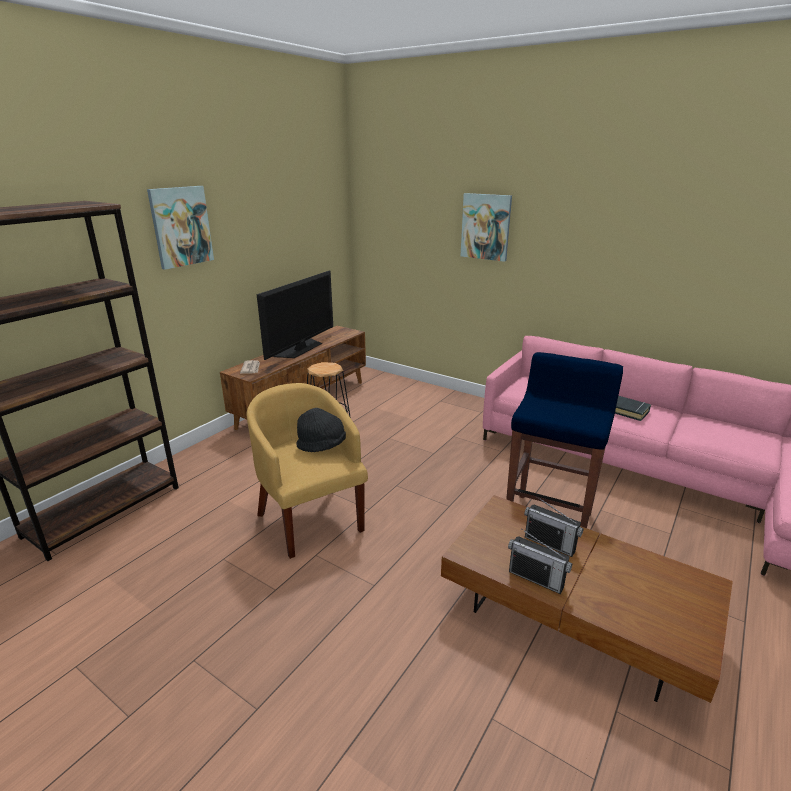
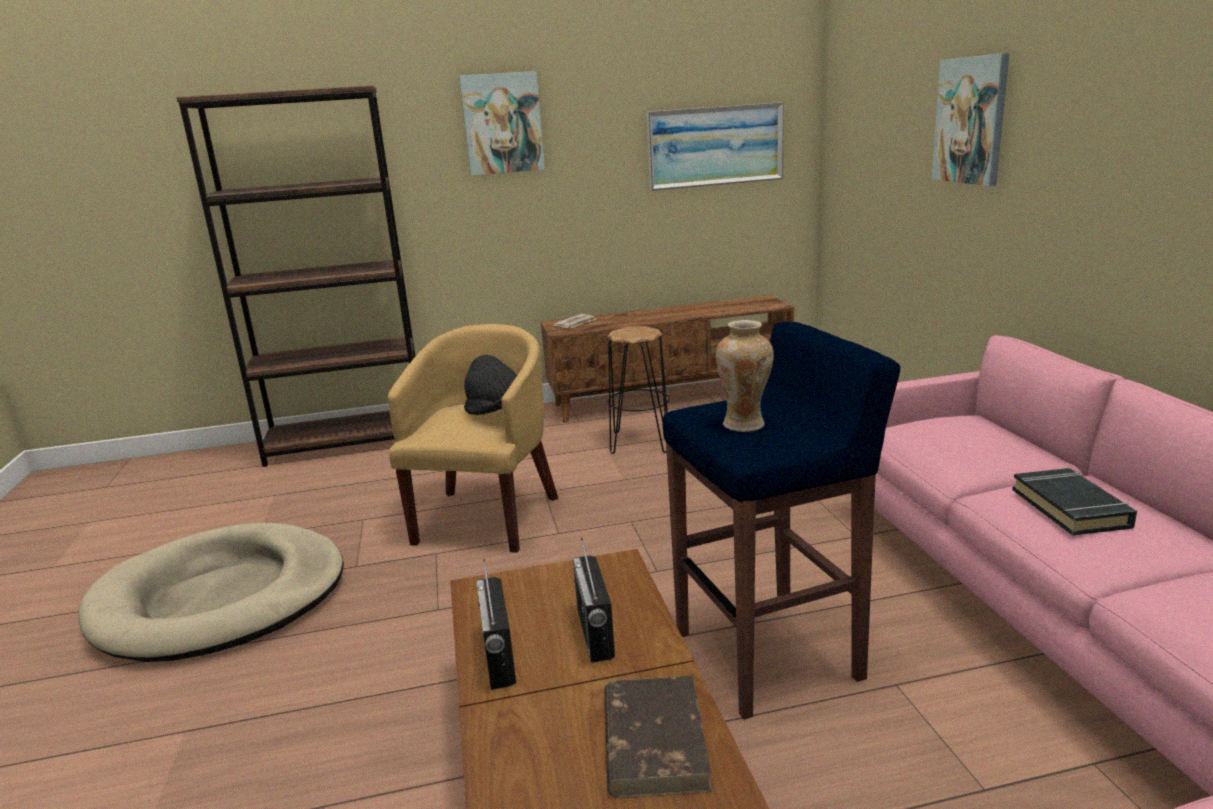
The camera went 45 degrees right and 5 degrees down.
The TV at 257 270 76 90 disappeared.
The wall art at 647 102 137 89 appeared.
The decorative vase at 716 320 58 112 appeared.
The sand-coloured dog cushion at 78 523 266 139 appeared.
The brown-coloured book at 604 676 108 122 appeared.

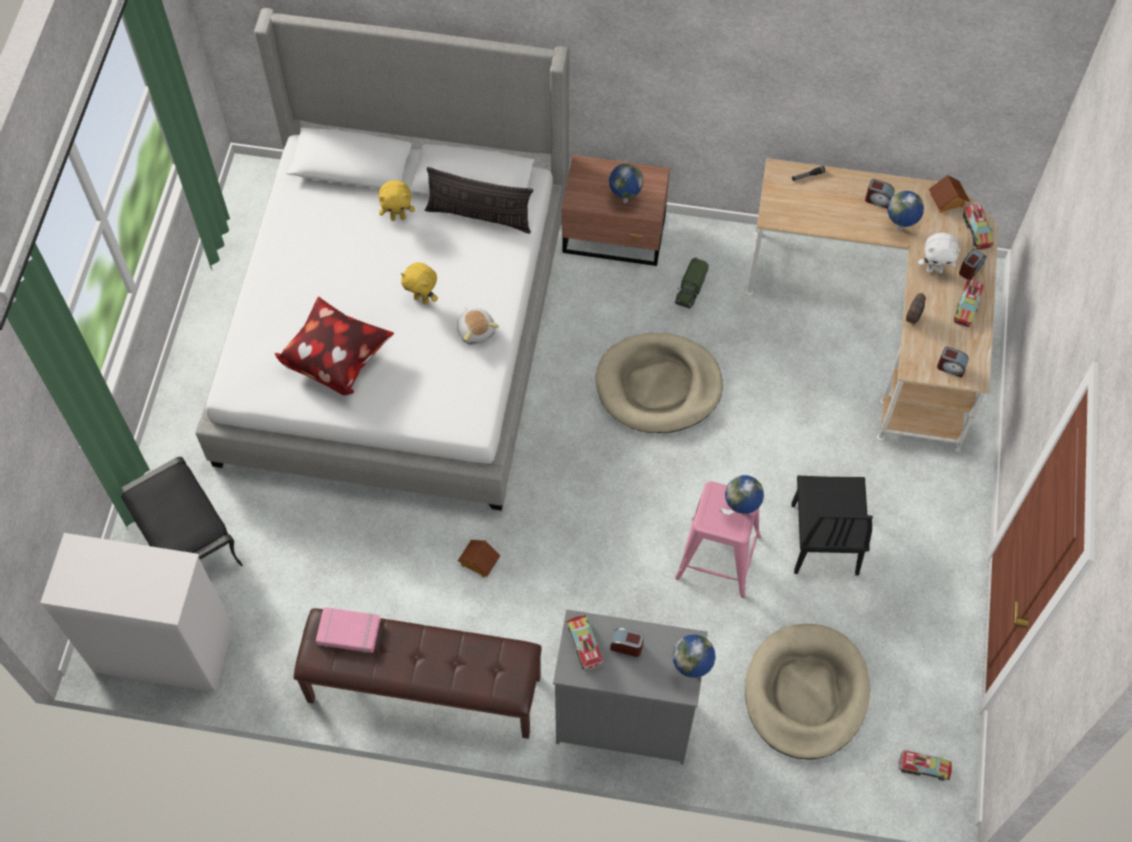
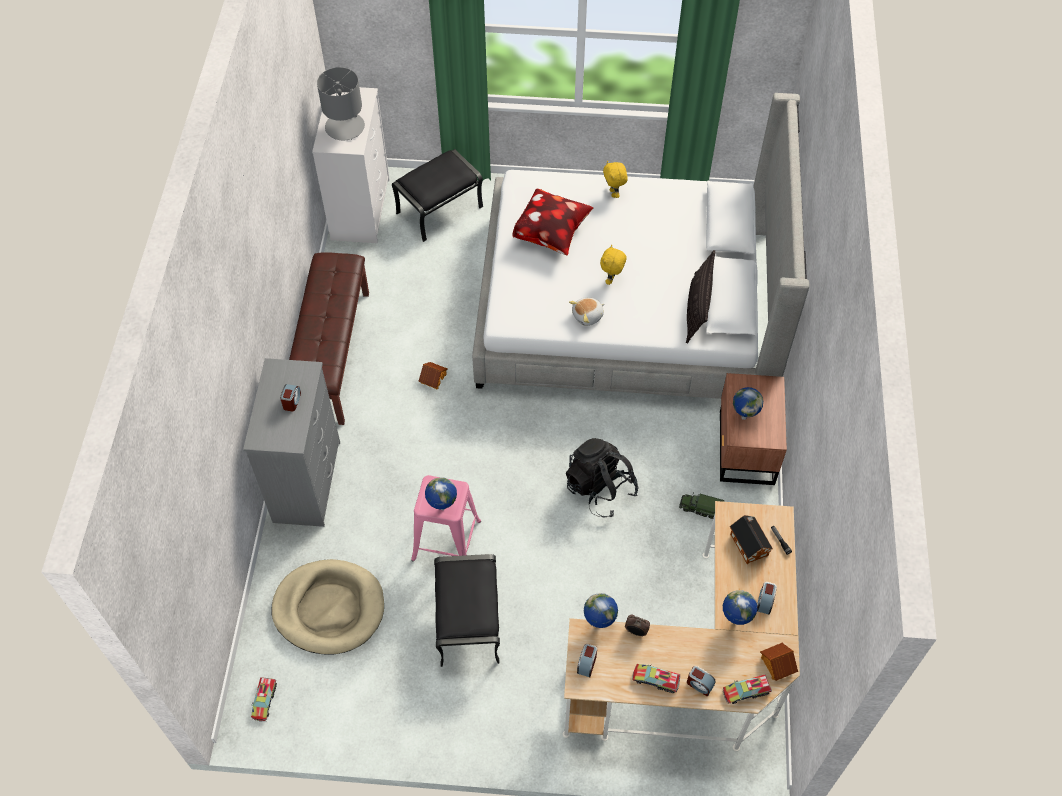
The camera went 85 degrees right and 5 degrees down.
The yellow-coloured plush toy moved from 379 180 36 41 to 603 161 25 37.
The white-coloured plush toy at 918 232 42 41 disappeared.
The sand-coloured dog cushion at 596 333 127 100 was replaced by the black backpack at 566 438 73 80.
The black upright chair at 791 476 82 100 was replaced by the black footrest at 434 554 66 113.
The pink book at 316 607 65 46 disappeared.
The model truck at 567 615 36 57 disappeared.
The globe moved from 673 635 43 43 to 584 593 34 35.
The grey table lamp at 317 67 48 73 appeared.
The model house at 730 515 43 49 appeared.

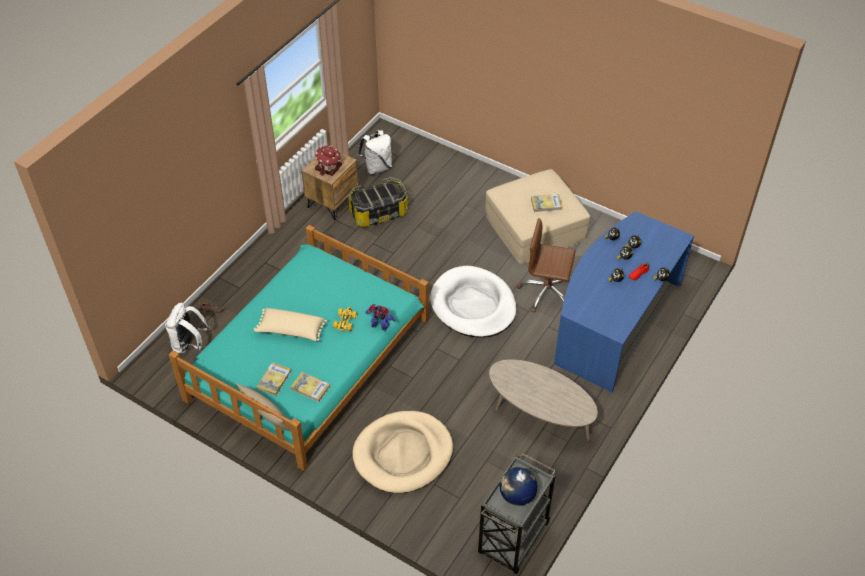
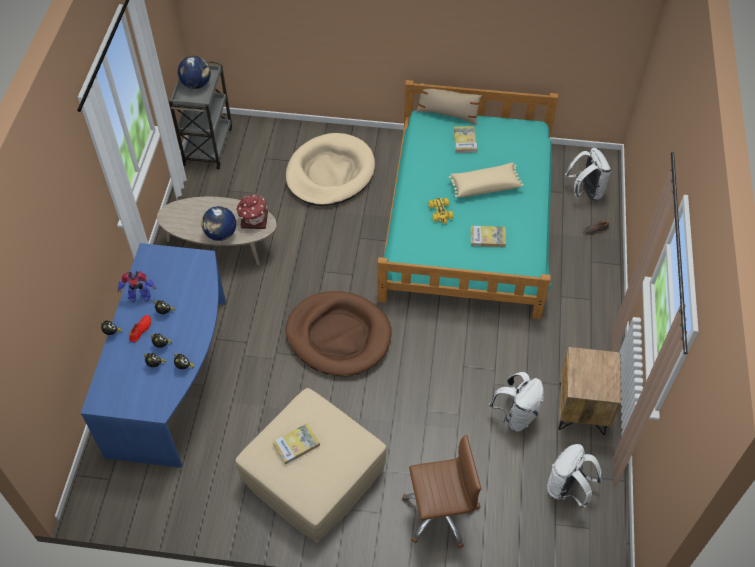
The camera went 155 degrees right and 5 degrees up.
The model house moved from 315 145 27 31 to 236 194 32 35.
The storage bin at 348 177 60 50 was replaced by the white-coloured backpack at 489 372 55 60.
The brown-coloured desk chair moved from 517 218 59 95 to 402 435 79 114.
The white-coloured dog cushion at 430 266 87 72 became the brown-coloured dog cushion at 286 291 106 85.
The robot figure moved from 365 304 30 27 to 118 271 38 32.
The book moved from 291 372 39 30 to 471 226 35 21.
The globe at 201 206 35 35 appeared.

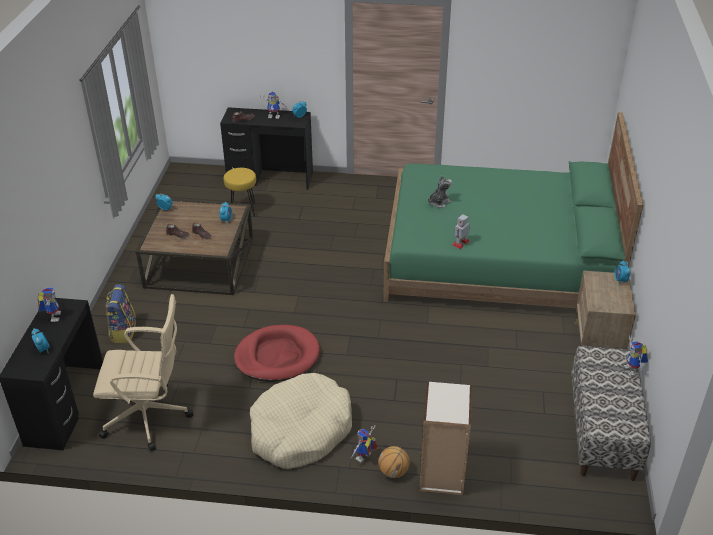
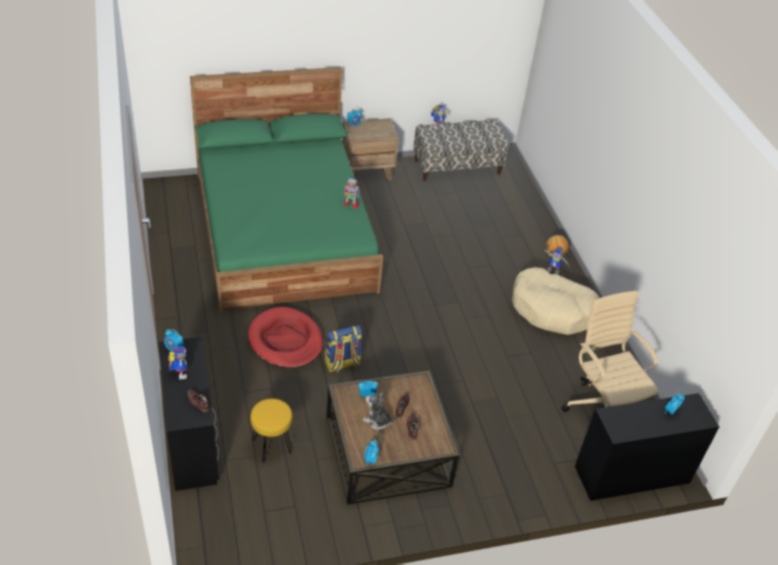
The camera went 115 degrees left and 5 degrees up.
The plush toy moved from 428 175 24 33 to 363 392 32 38.
The backpack moved from 105 284 31 59 to 325 325 37 47.
The robot figure at 37 287 24 35 disappeared.
The red dog cushion moved from 234 325 86 57 to 248 307 75 61.
The bookcase at 419 381 53 114 disappeared.

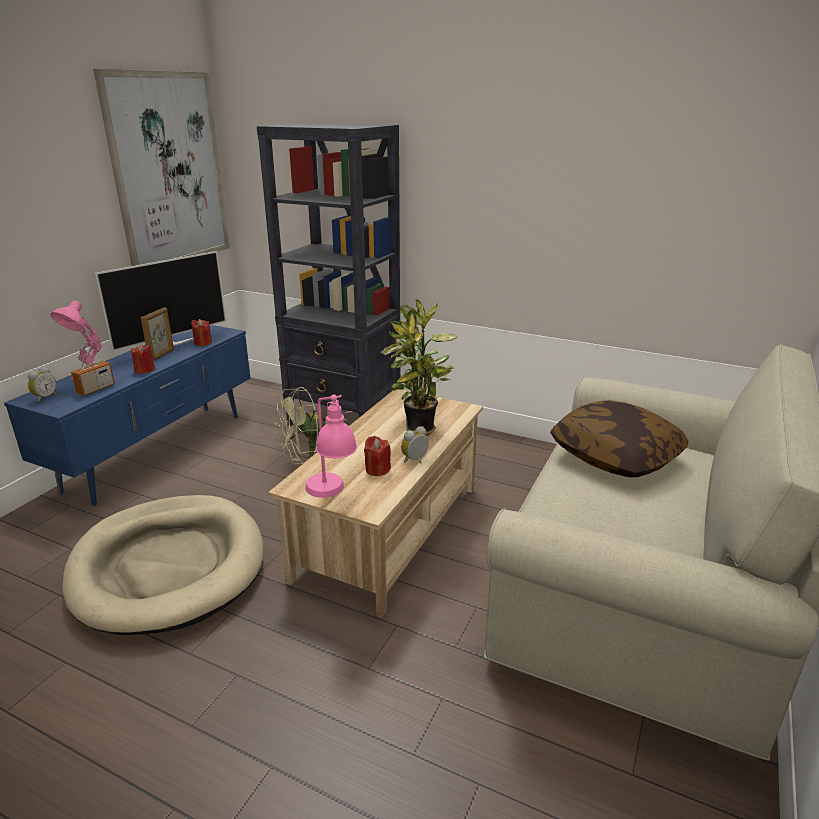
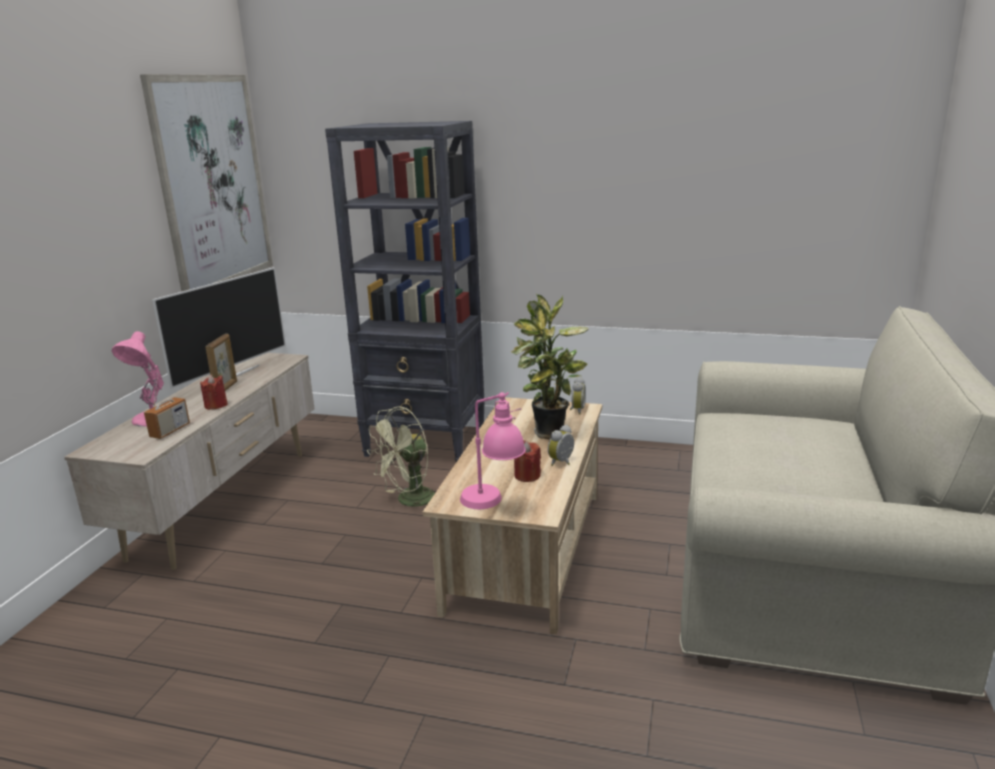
The camera went 10 degrees left and 5 degrees down.
The red candle at 191 319 21 27 disappeared.
The bluish tv stand at 4 325 247 181 became the sand-coloured tv stand at 65 353 250 217.
The table clock moved from 28 366 28 36 to 570 377 16 38.
The throw pillow at 550 400 139 77 disappeared.
The sand-coloured dog cushion at 62 495 202 140 disappeared.

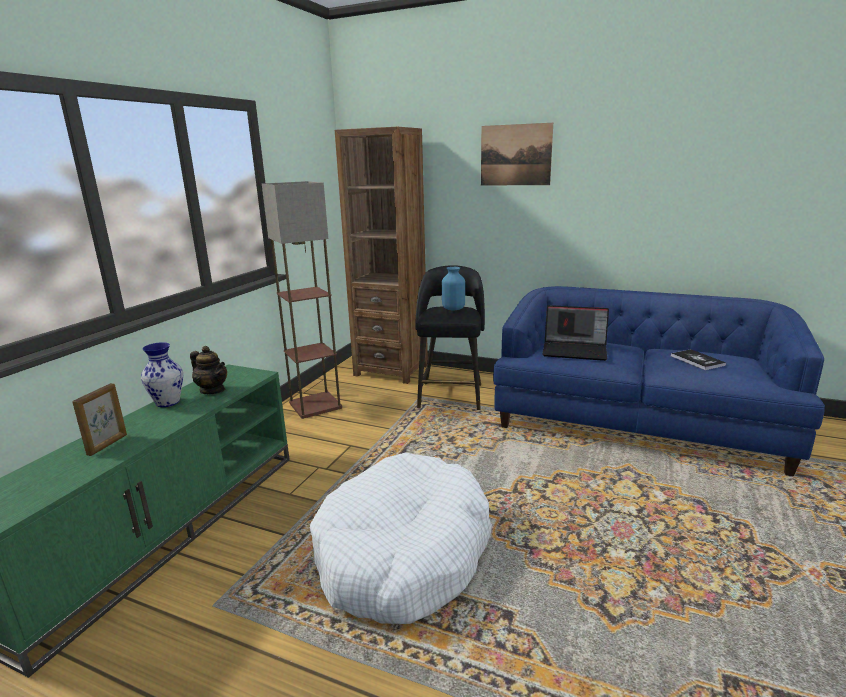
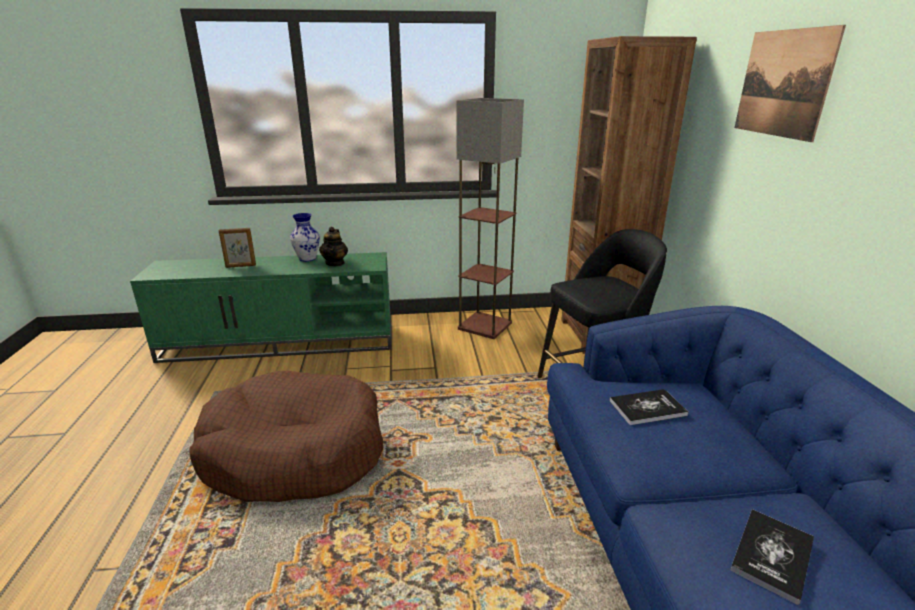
The camera went 60 degrees right and 5 degrees up.
The bluish decorative vase at 442 267 23 43 disappeared.
The laptop at 542 305 67 56 was replaced by the book at 609 389 79 36.
The white-coloured dog cushion at 310 453 182 171 became the brown-coloured dog cushion at 189 371 194 131.

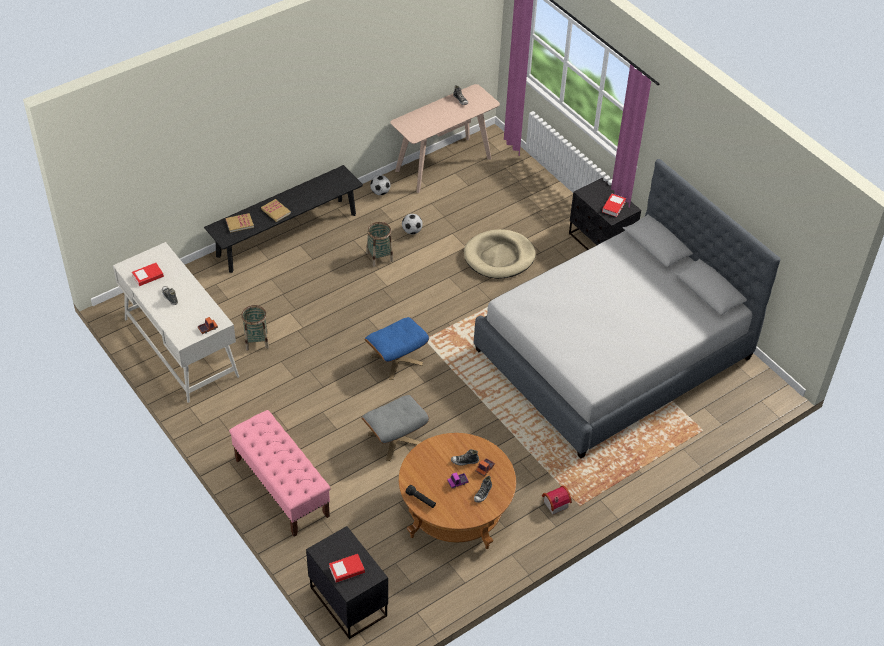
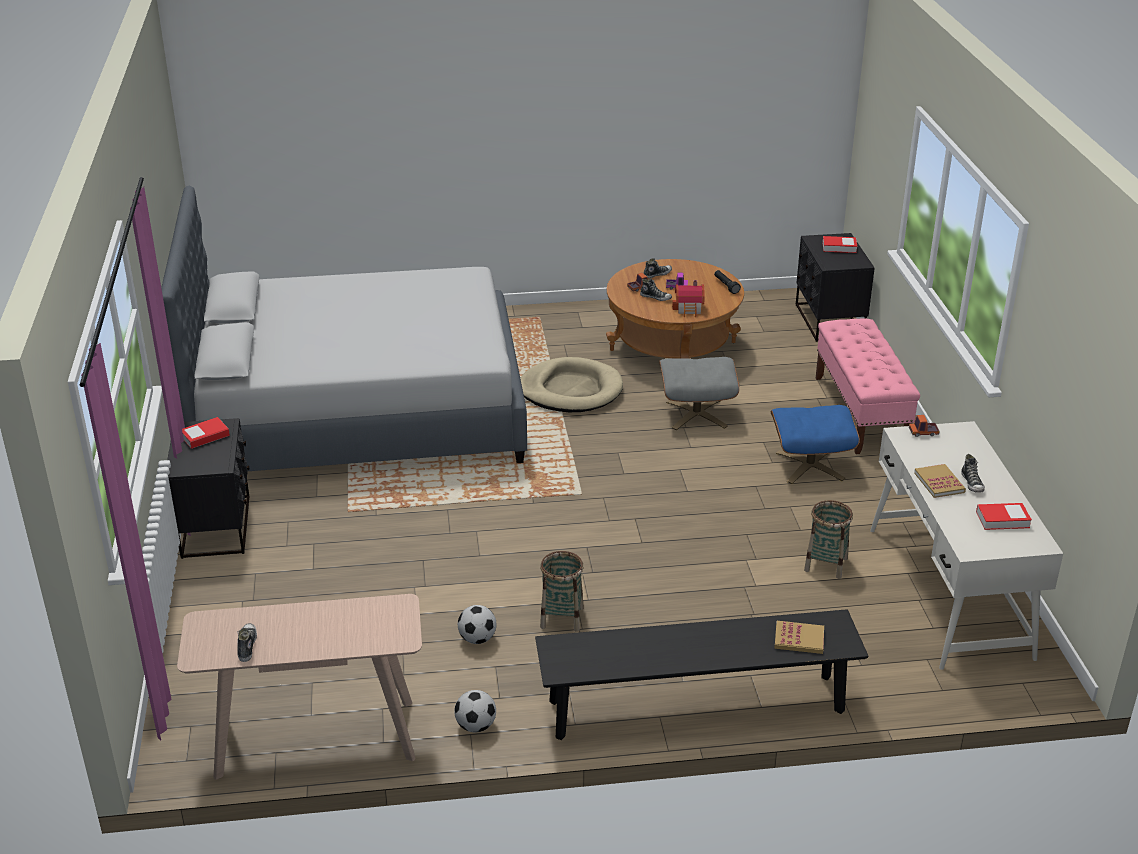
The camera went 150 degrees left and 15 degrees down.
The book moved from 261 199 30 23 to 914 464 52 34.
The sand-coloured dog cushion moved from 464 229 72 50 to 520 357 103 55.
The bluish footrest moved from 364 317 65 63 to 771 405 89 79.
The model house moved from 542 485 30 30 to 672 280 33 37.

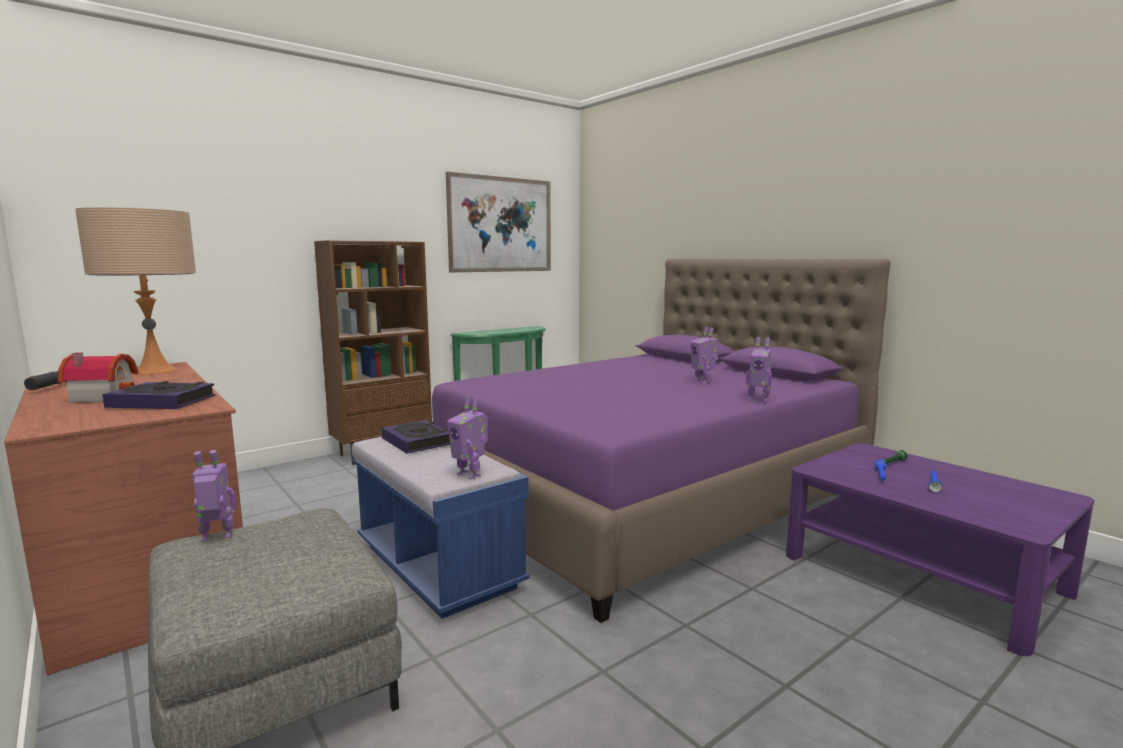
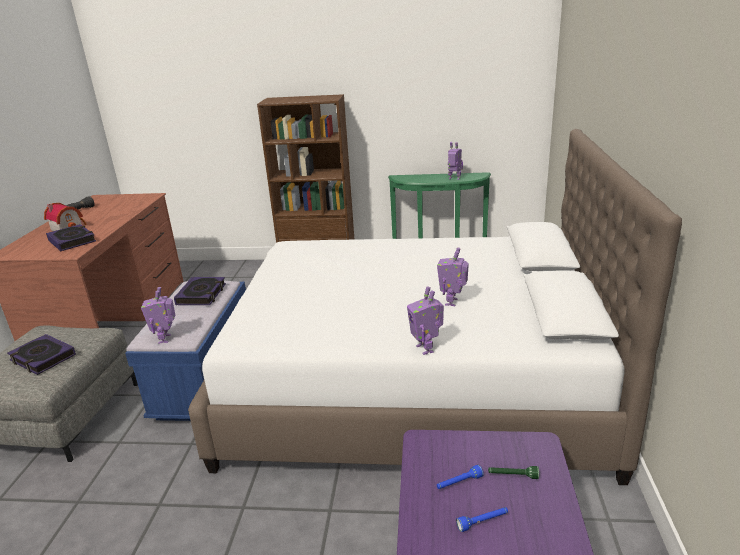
The camera went 45 degrees right and 15 degrees up.
The wall art at 446 172 105 100 disappeared.
The sand-coloured table lamp at 75 207 121 168 disappeared.
The purple bed at 432 259 459 364 became the white-coloured bed at 188 129 494 356.
The robot figure moved from 192 450 44 92 to 448 142 15 38.
The book at 7 334 69 41 appeared.

